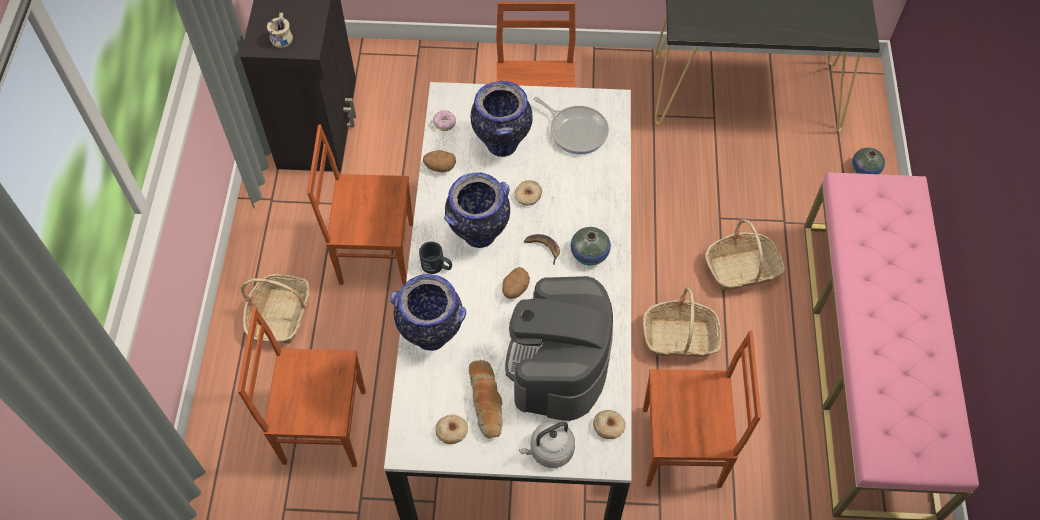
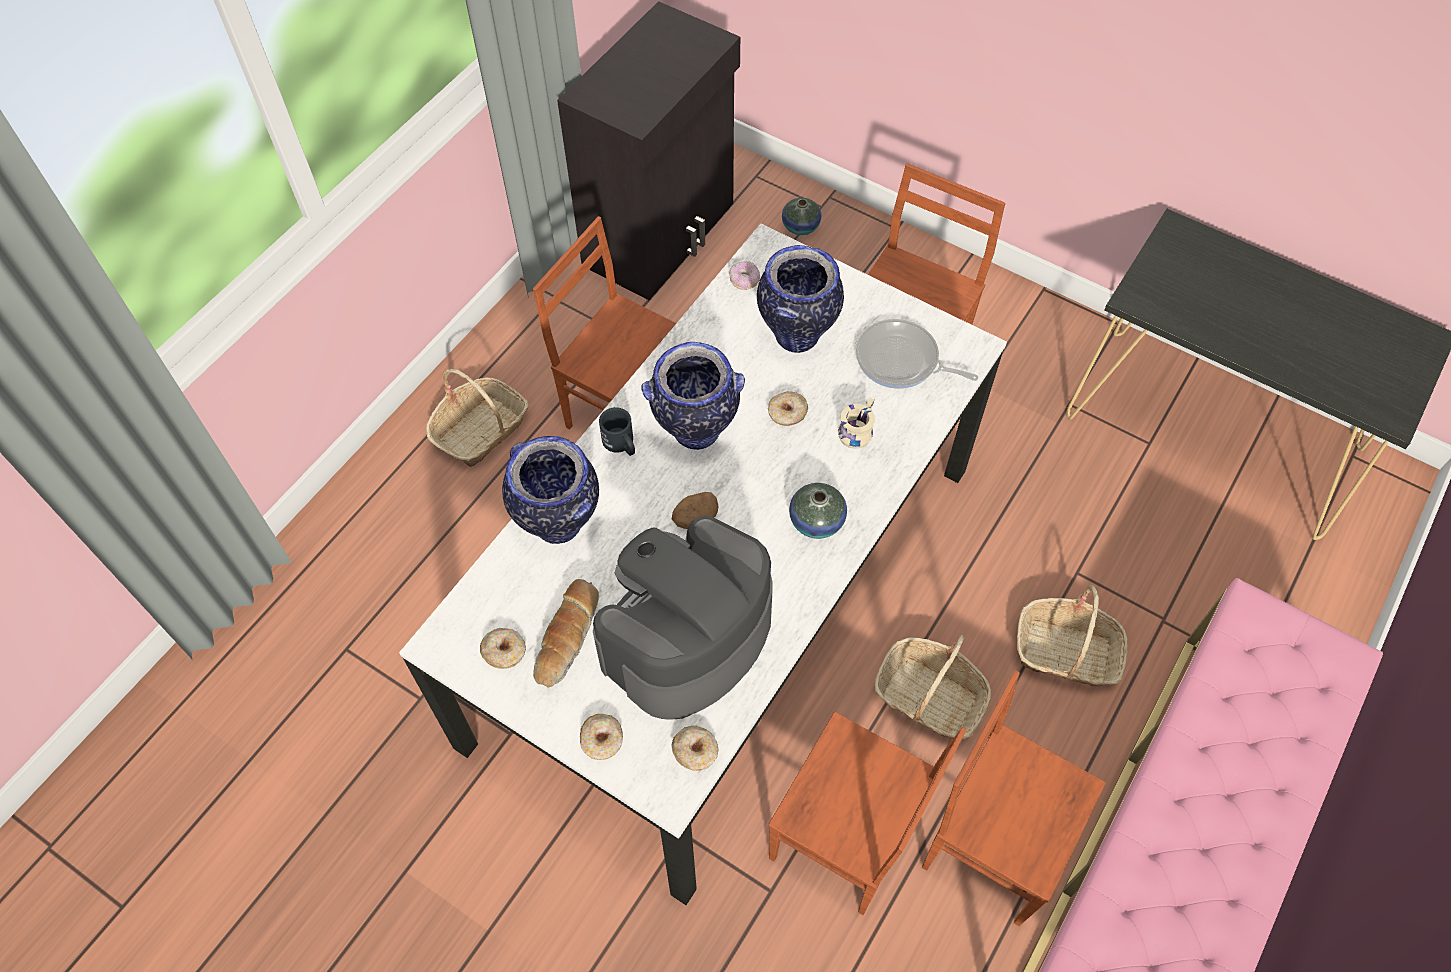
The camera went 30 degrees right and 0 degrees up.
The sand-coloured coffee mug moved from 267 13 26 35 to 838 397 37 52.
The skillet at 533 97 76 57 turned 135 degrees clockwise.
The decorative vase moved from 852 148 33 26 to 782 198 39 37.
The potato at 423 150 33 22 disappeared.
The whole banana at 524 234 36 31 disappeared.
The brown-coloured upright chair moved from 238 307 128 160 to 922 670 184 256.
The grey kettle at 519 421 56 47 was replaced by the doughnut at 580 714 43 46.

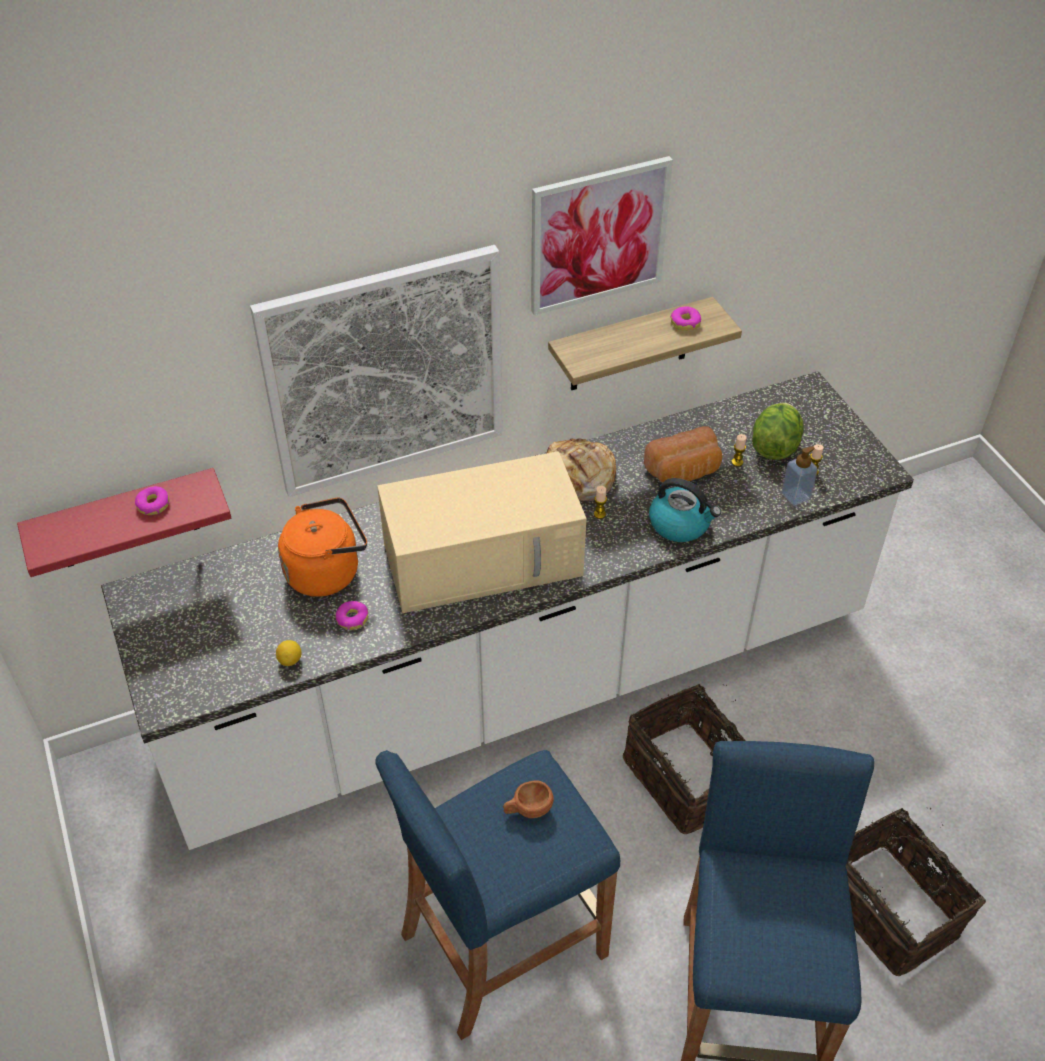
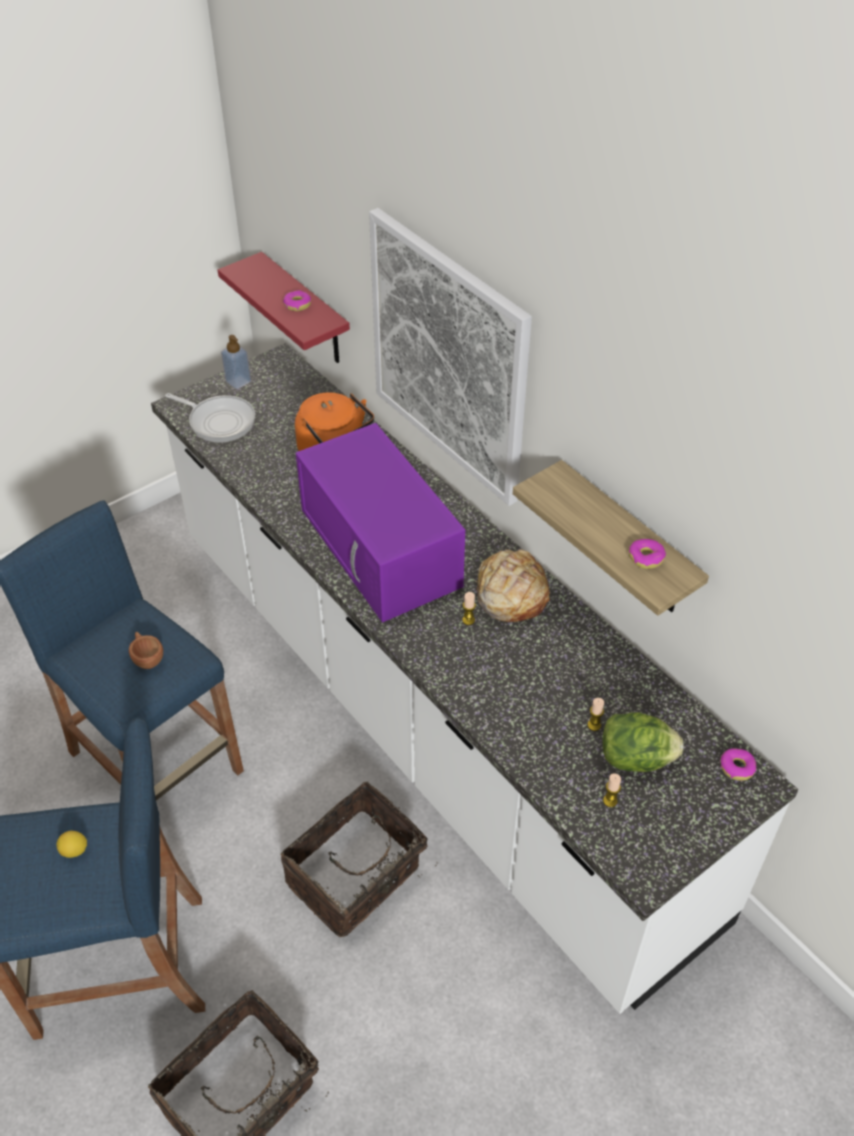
The camera went 75 degrees right and 0 degrees up.
The wall art at 531 156 142 159 disappeared.
The baked bread at 644 426 78 57 disappeared.
The liquid soap bottle moved from 782 446 36 60 to 221 335 30 54.
The sand-coloured kitchen microwave at 377 451 209 162 became the purple kitchen microwave at 296 423 169 199.
The kettle at 649 478 72 64 disappeared.
The doughnut moved from 336 601 32 29 to 720 748 36 33.
The whole lemon moved from 276 640 26 26 to 57 831 30 27.
The skillet at 165 393 90 49 appeared.

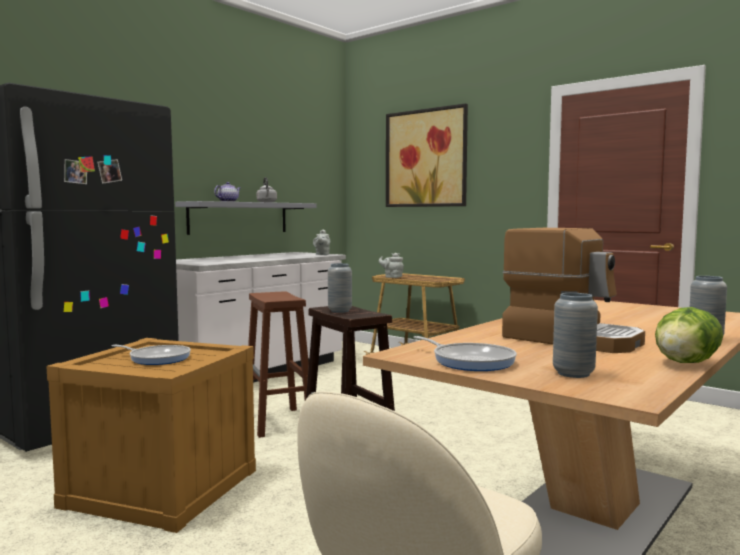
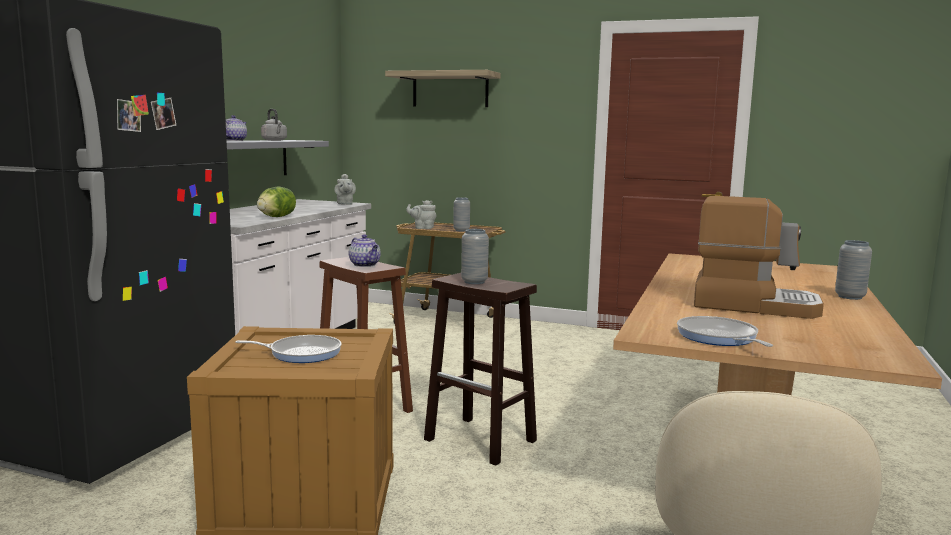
The camera went 20 degrees left and 5 degrees up.
The wall art at 386 103 82 104 was replaced by the shelf at 385 70 116 37.
The grey decorative vase moved from 553 293 45 85 to 453 197 17 34.
The head of lettuce moved from 655 307 68 56 to 257 186 39 31.
The skillet at 413 336 104 35 turned 135 degrees counterclockwise.
The teapot at 348 234 33 33 appeared.

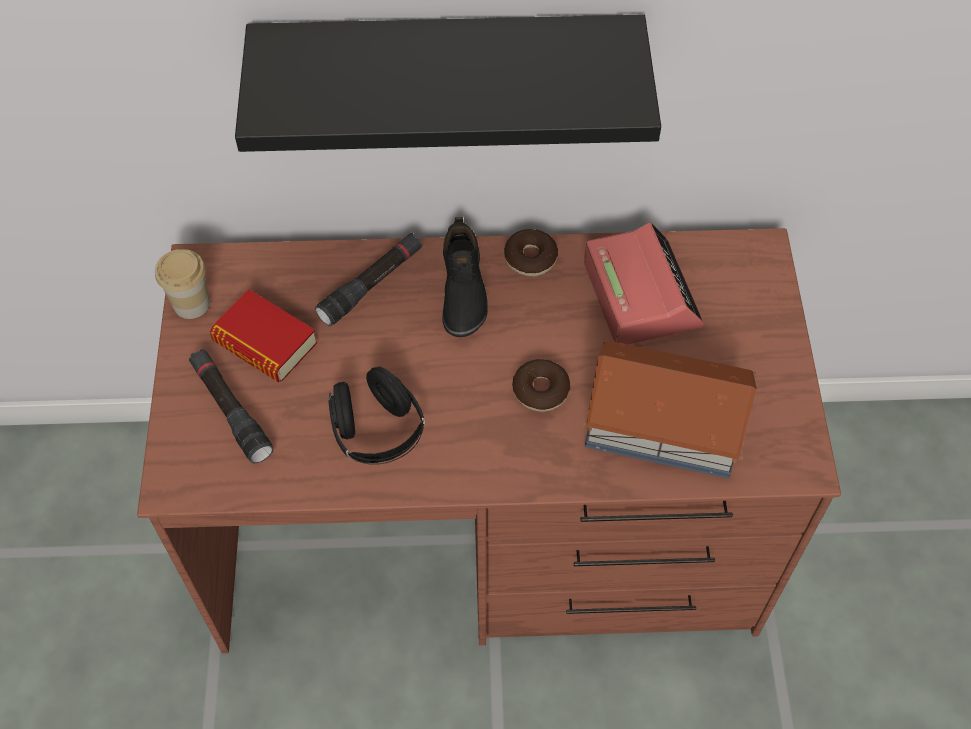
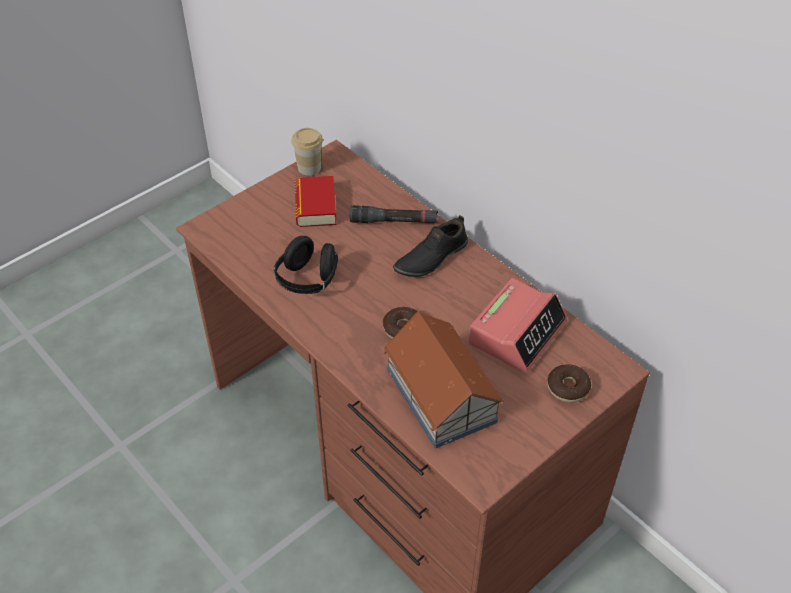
The camera went 50 degrees right and 10 degrees down.
The black shelf at 235 15 426 137 disappeared.
The doughnut moved from 504 229 54 48 to 547 364 44 38.
The black torch at 189 349 84 114 disappeared.

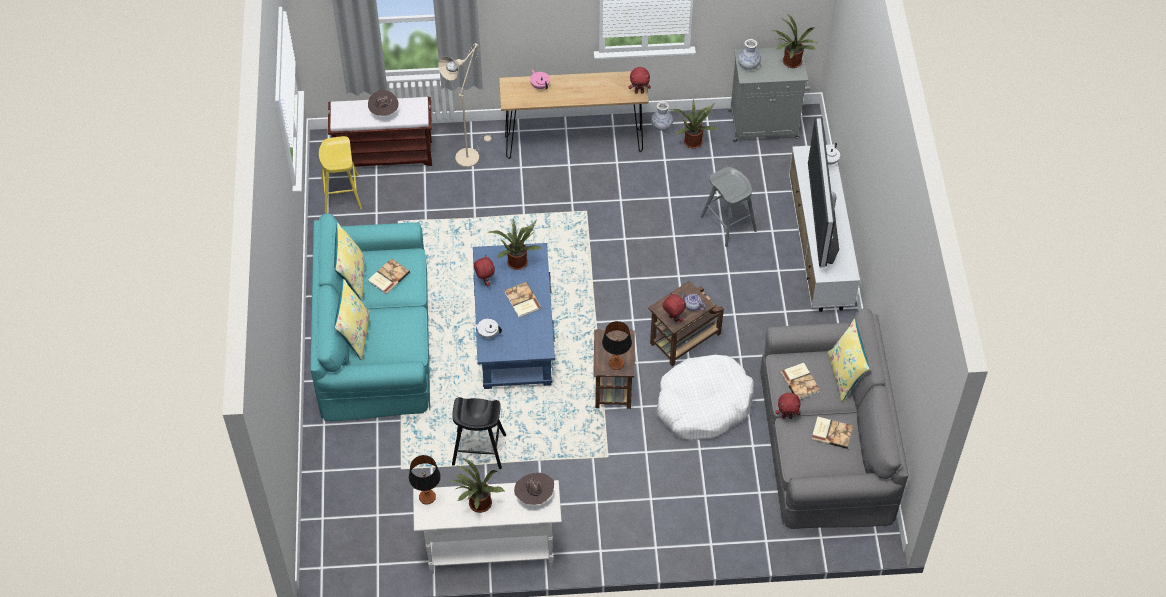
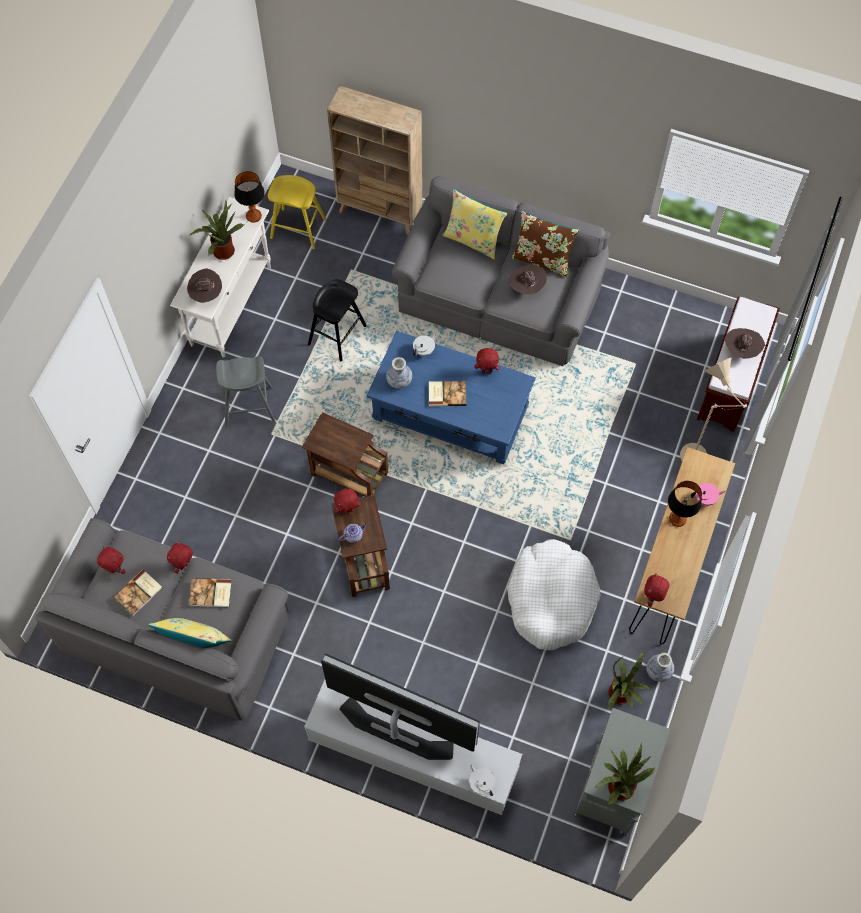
The camera went 115 degrees right and 10 degrees up.
The decorative vase moved from 738 39 23 31 to 386 357 26 32.
The yellow-coloured sitting stool moved from 319 136 43 78 to 268 175 58 74.
The grey sitting stool moved from 701 167 56 80 to 216 356 59 71.
The turquoise-coloured sofa at 310 213 120 208 became the grey sofa at 391 176 219 190.
The plant in a pot at 488 219 54 51 disappeared.
The yellow-coloured throw pillow at 334 223 30 77 became the brown-coloured throw pillow at 511 211 68 66.
The book at 368 258 42 36 was replaced by the brown-coloured clothing hat at 510 265 37 29.
The table lamp moved from 602 321 30 49 to 668 481 34 46.
The white-coloured dog cushion moved from 656 355 98 85 to 507 539 93 111.
The sand-coloured bookcase at 327 85 95 151 appeared.
The red plush toy at 97 547 28 27 appeared.

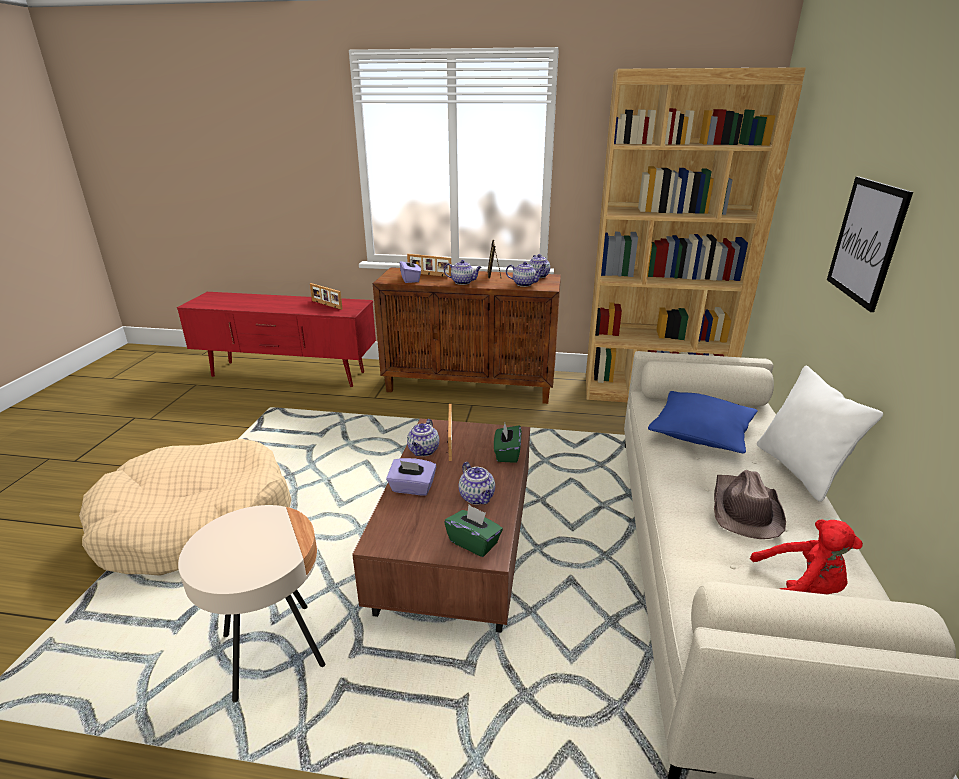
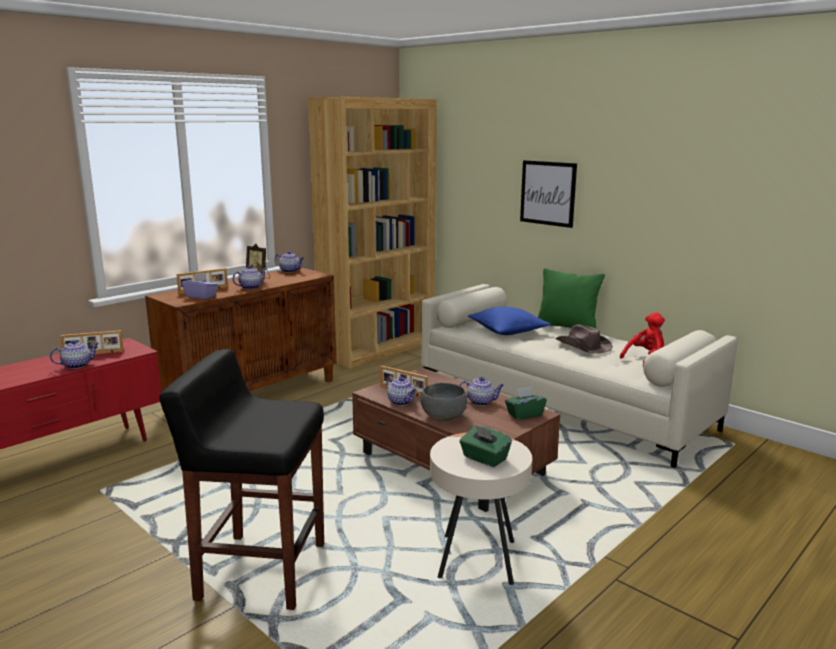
The camera went 55 degrees left and 10 degrees down.
The teapot moved from 506 261 38 26 to 50 340 49 29.
The white-coloured throw pillow at 757 365 126 137 became the green-coloured throw pillow at 538 268 67 60.
The green-coloured tissue holder moved from 494 423 27 40 to 459 425 53 42.
The sand-coloured dog cushion at 79 439 212 136 was replaced by the black sitting stool at 159 349 165 261.
The purple tissue holder at 386 458 50 38 was replaced by the grey serving bowl at 421 383 46 38.

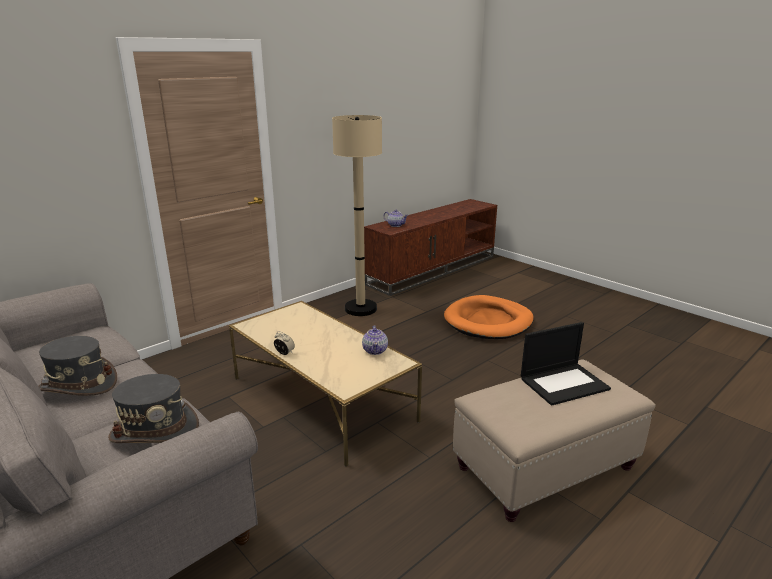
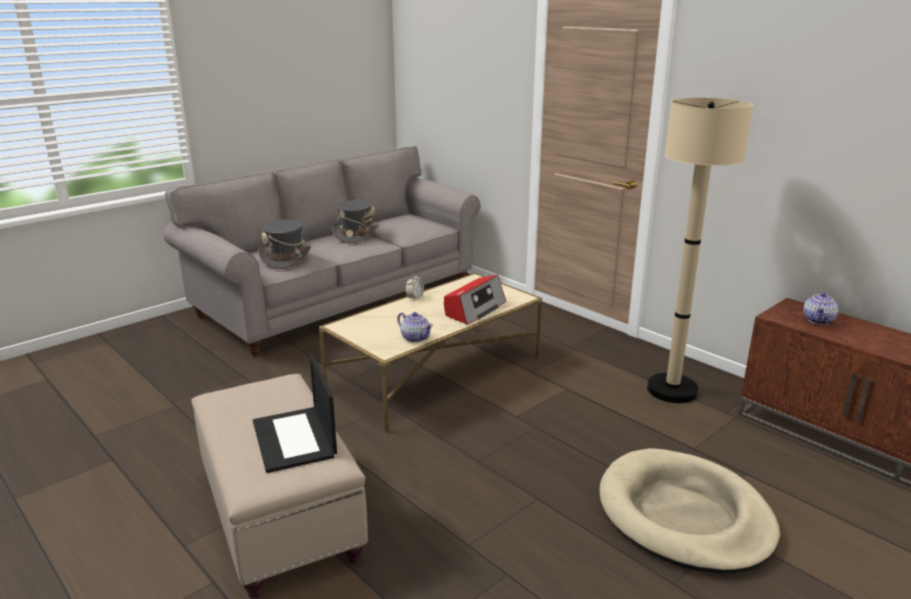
The camera went 90 degrees right and 0 degrees up.
The orange-coloured dog cushion at 444 295 90 44 became the sand-coloured dog cushion at 600 448 180 125.
The teapot at 362 325 26 30 turned 135 degrees counterclockwise.
The radio receiver at 444 275 62 50 appeared.

